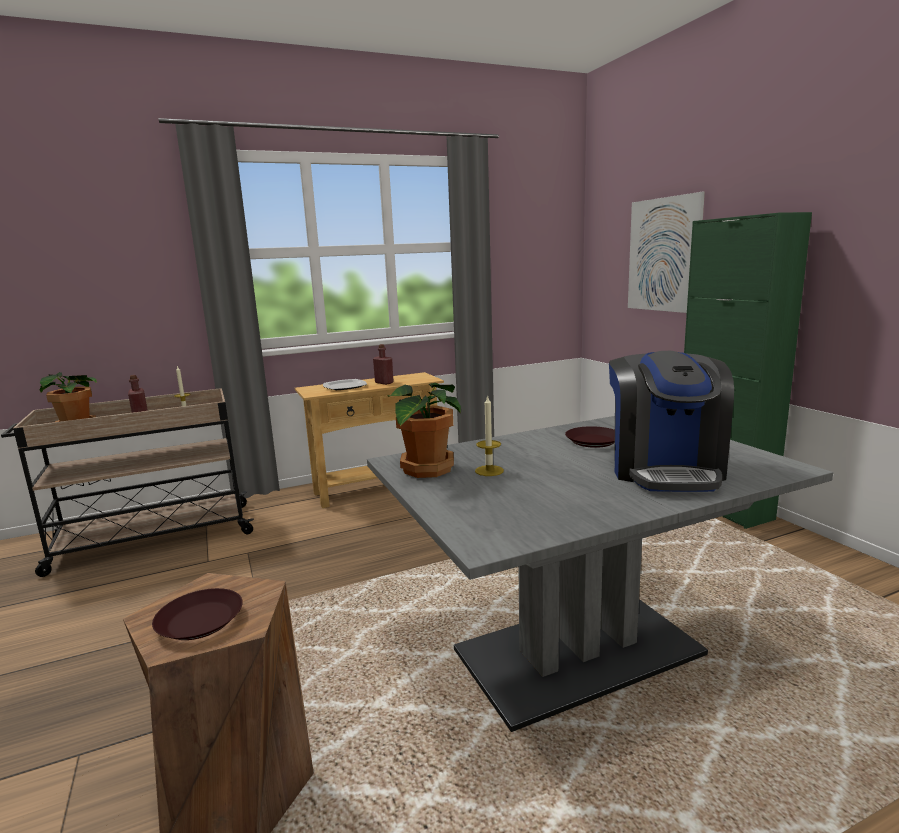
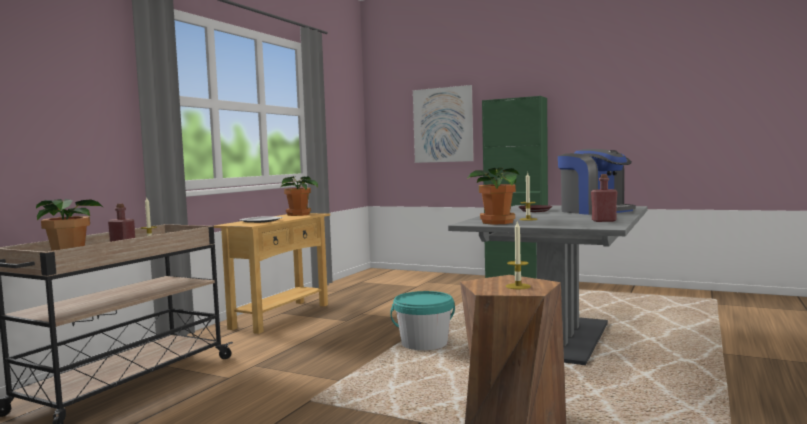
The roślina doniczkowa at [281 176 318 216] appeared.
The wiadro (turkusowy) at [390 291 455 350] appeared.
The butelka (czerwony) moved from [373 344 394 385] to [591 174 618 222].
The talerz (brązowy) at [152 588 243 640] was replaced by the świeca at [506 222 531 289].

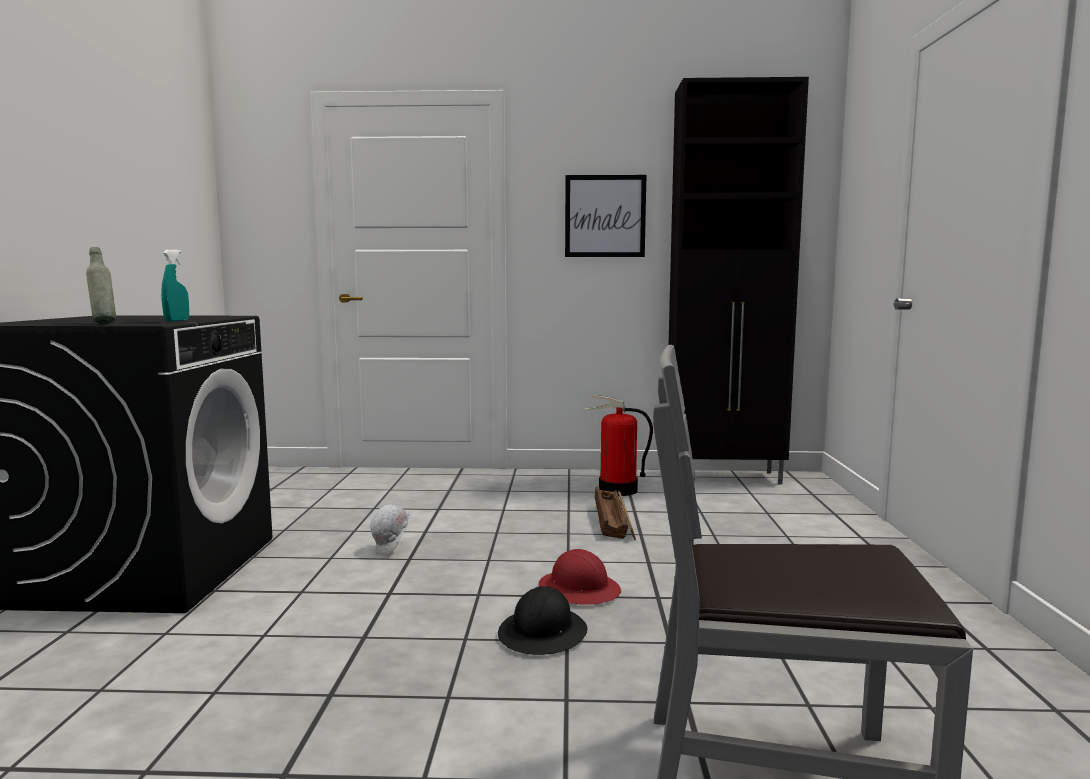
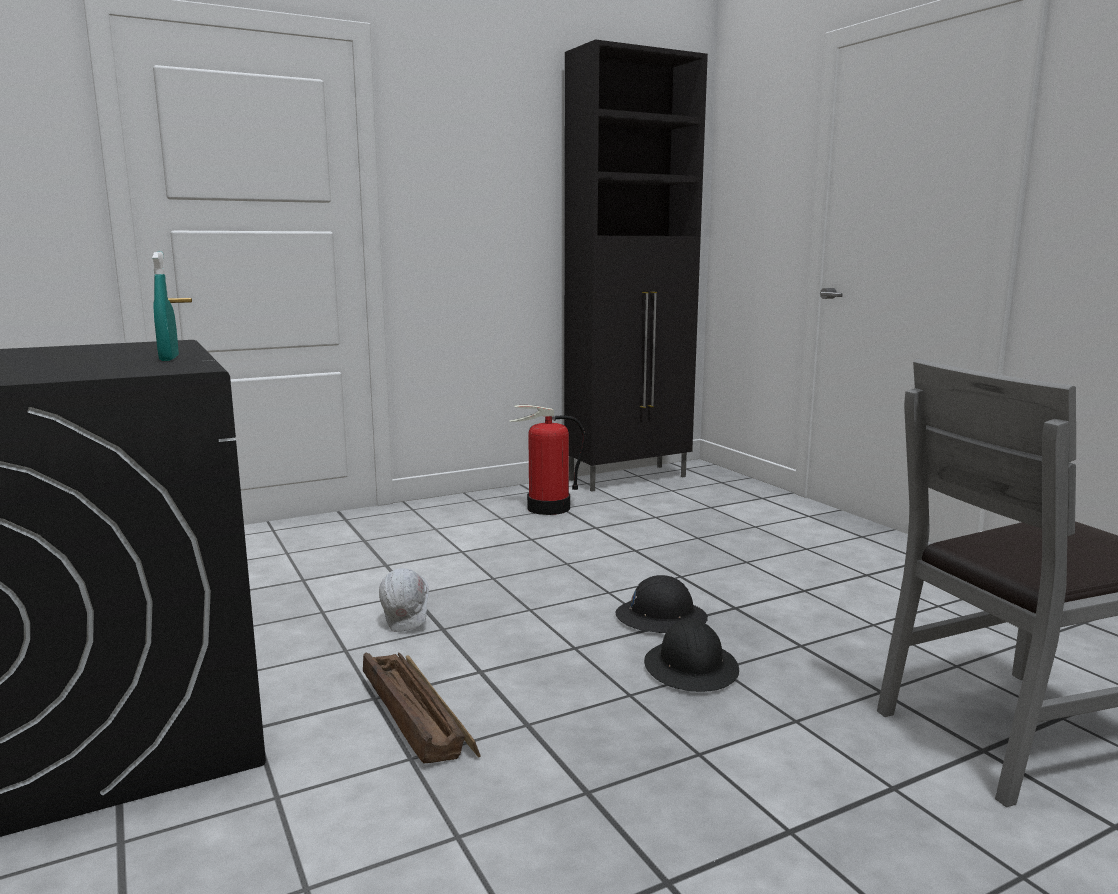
The butelka (szary) at [86 247 116 323] disappeared.
The obraz at [565 175 646 257] disappeared.
The skrzynka moved from [595 486 636 540] to [363 652 481 763].
The kask (czerwony) at [538 549 621 605] became the kask (czarny) at [615 575 708 633].

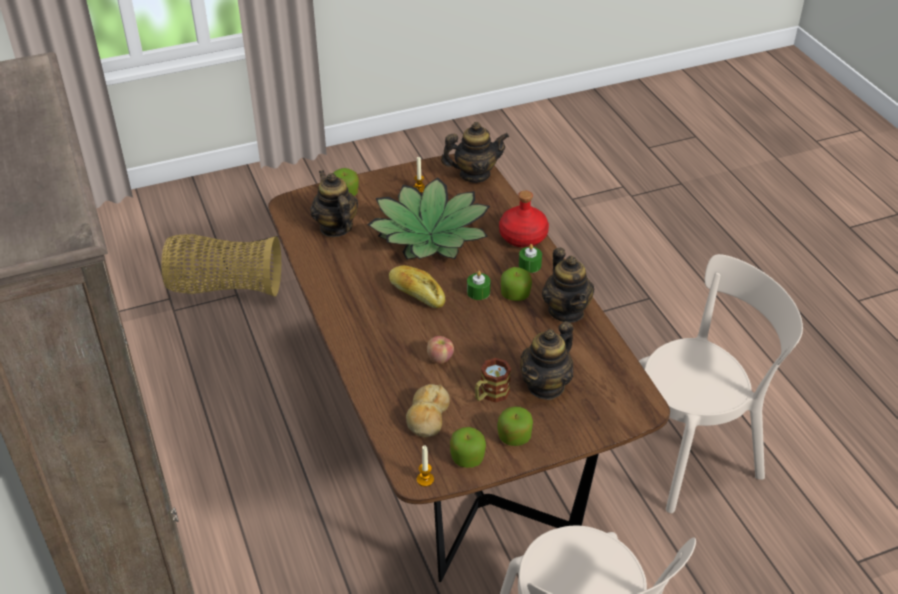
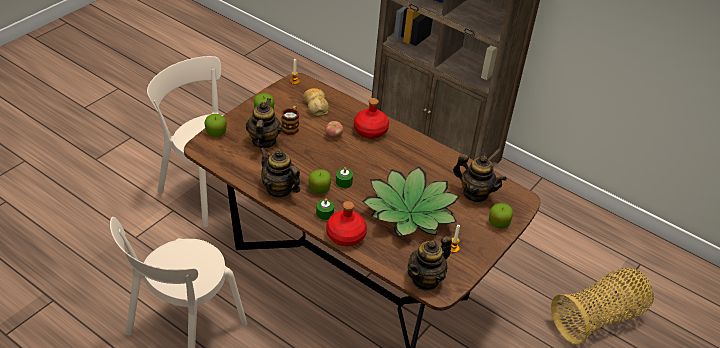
The chleb at [389 265 445 308] disappeared.
The butelka (czerwony) at [354 98 389 138] appeared.
The jabłko moved from [450 427 486 468] to [204 114 227 137].

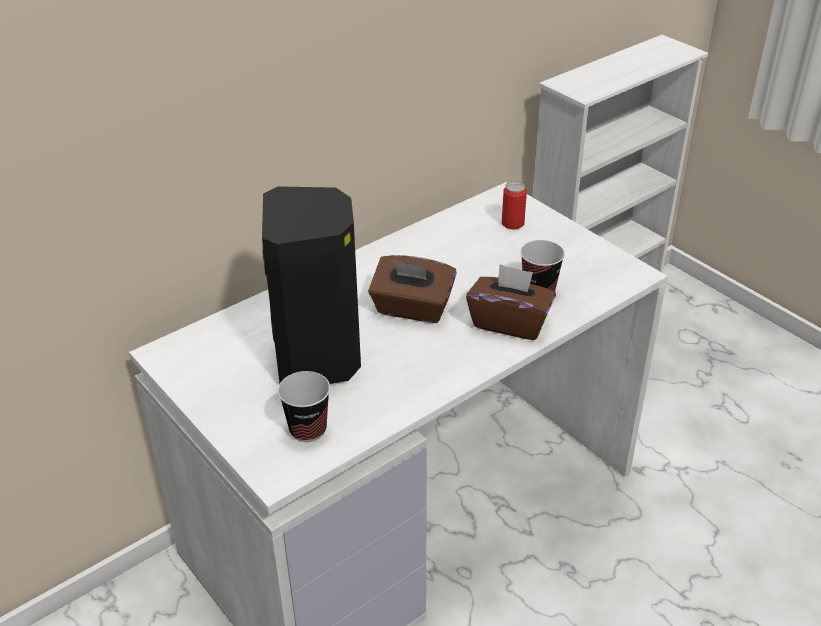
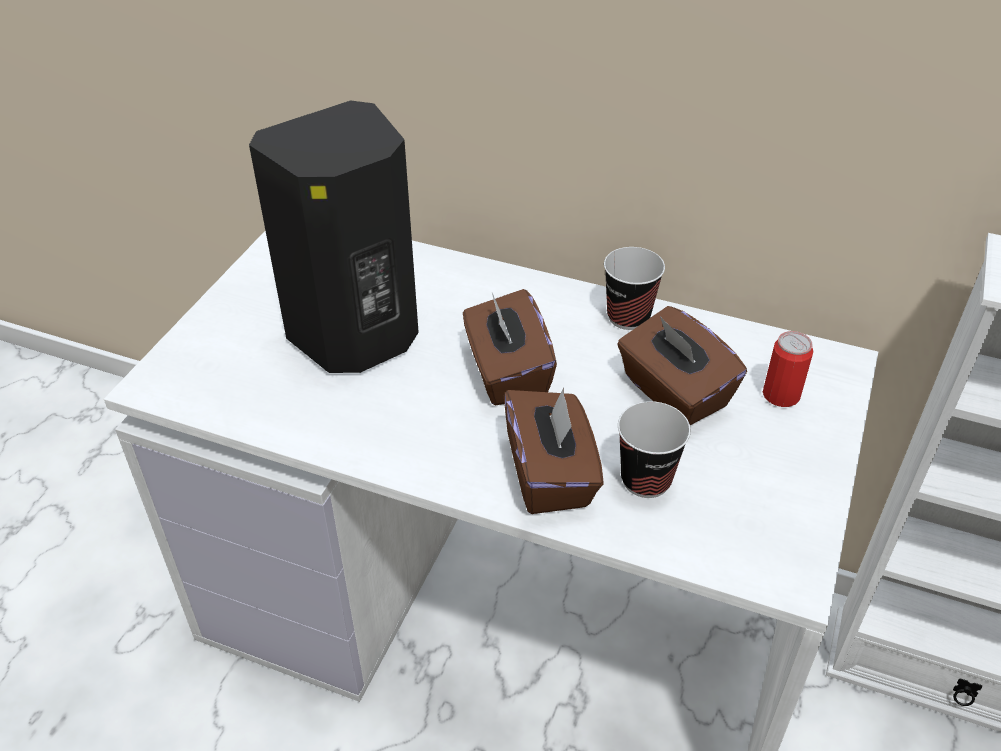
The pudełko chusteczek (brązowy) at [617 306 747 425] appeared.
The filiżanka moved from [278 371 330 442] to [604 247 665 330].

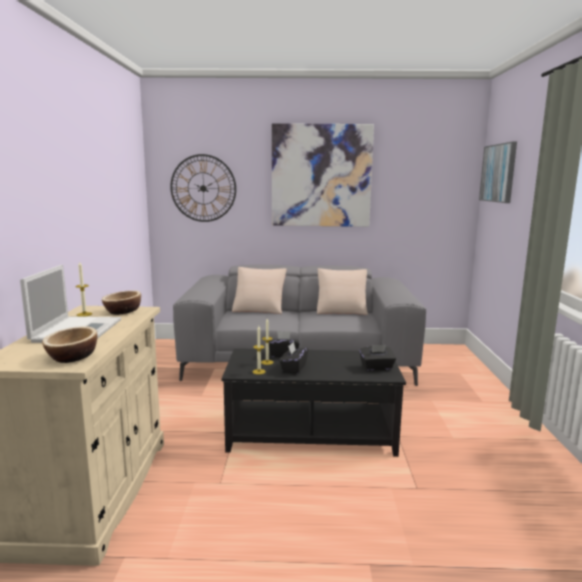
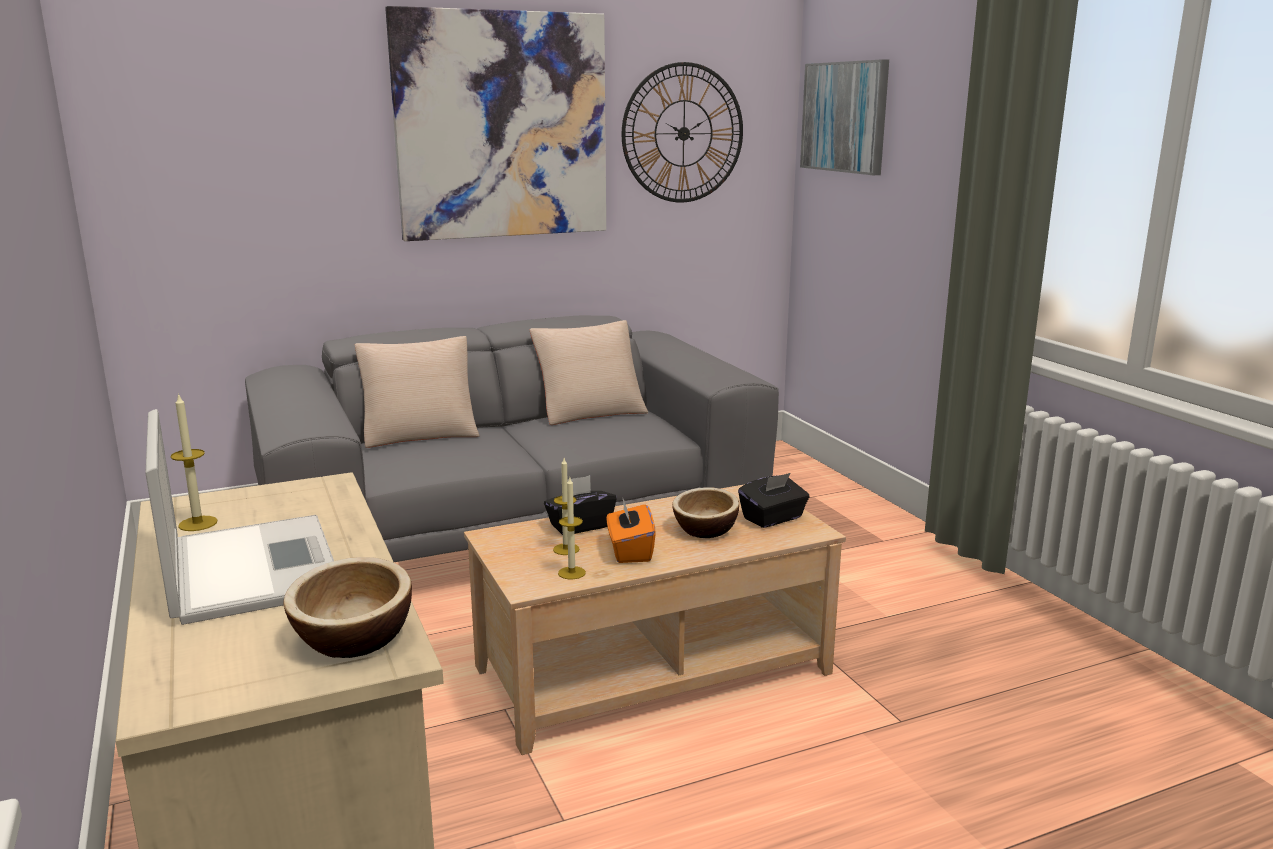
The miska moved from [102 290 141 315] to [672 487 739 538].
The zegar ścienny moved from [170 154 236 222] to [621 62 743 202].
The ława (czarny) at [222 348 406 457] became the ława (beżowy) at [464 484 846 755].
The pudełko chusteczek (czarny) at [279 342 308 374] became the pudełko chusteczek (pomarańczowy) at [607 499 656 563].

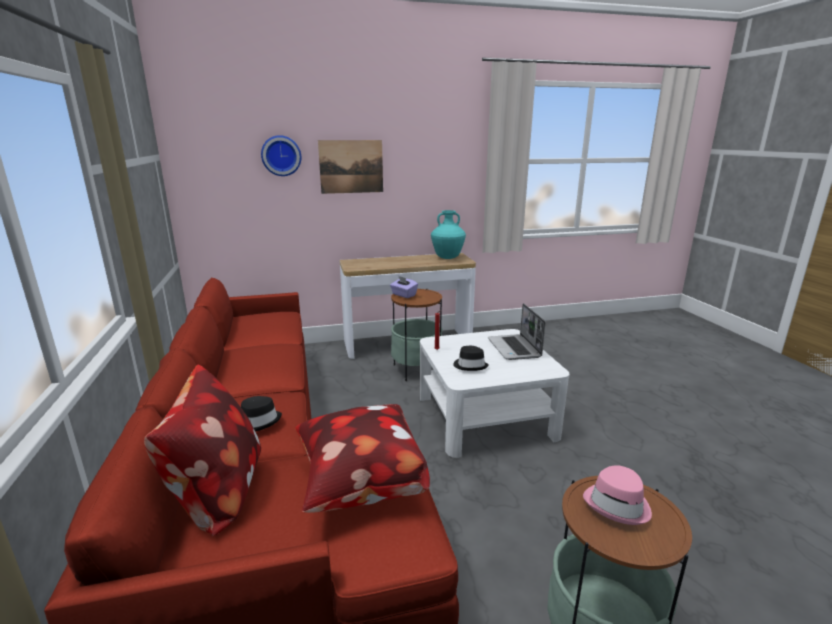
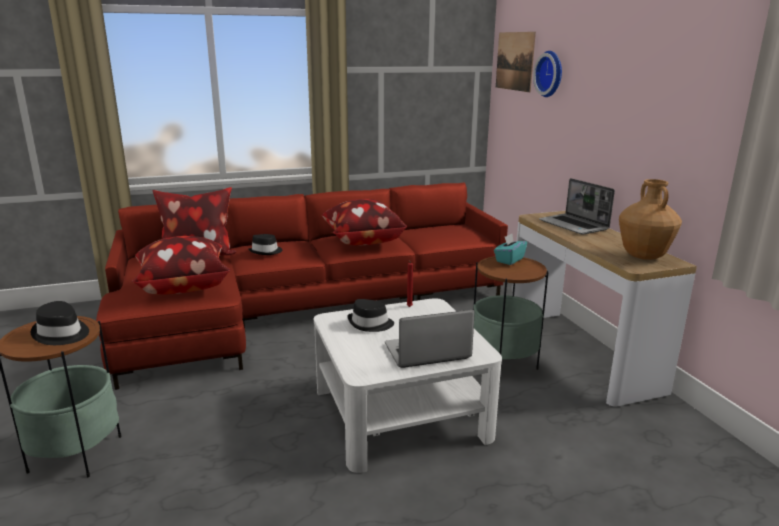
The poduszka at [322 199 407 246] appeared.
The laptop at [539 178 615 235] appeared.
The obraz moved from [318 140 383 194] to [496 32 536 92].
The pudełko chusteczek (fioletowy) at [390 276 418 298] became the pudełko chusteczek (turkusowy) at [494 234 527 265].
The wazon (turkusowy) at [431 210 466 259] became the wazon (brązowy) at [619 179 682 260].
The kapelusz (różowy) at [583 465 652 525] became the kapelusz (czarny) at [31 301 89 345].

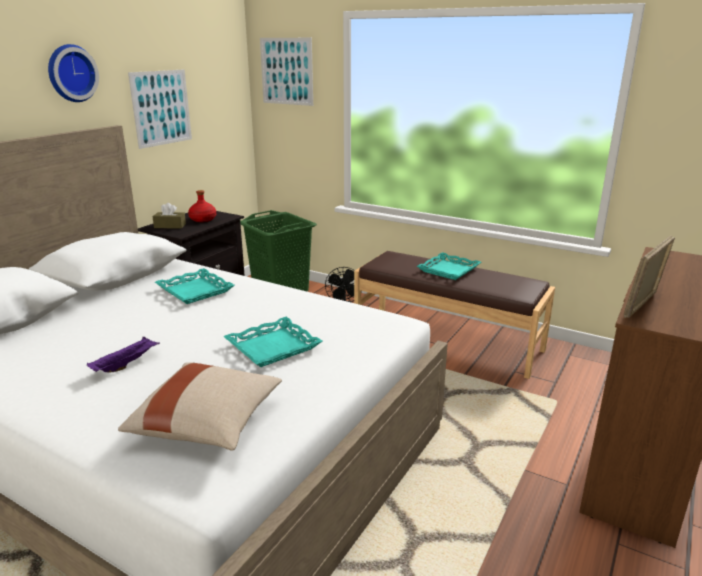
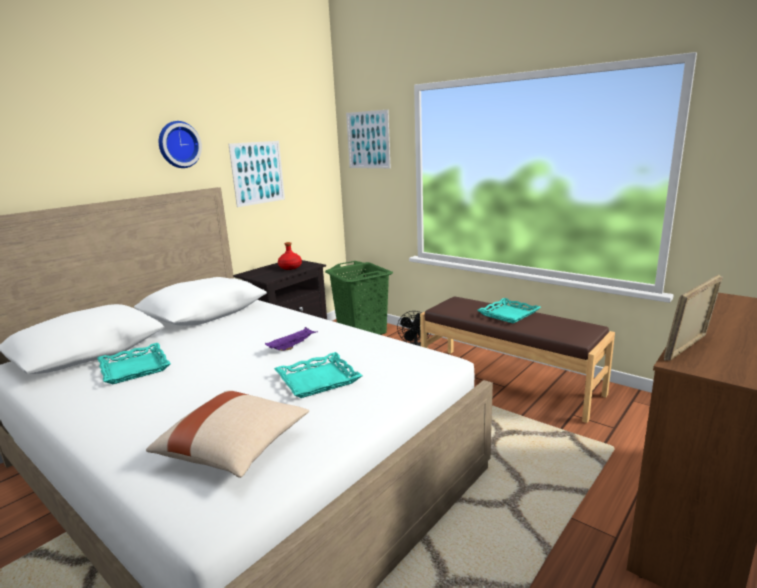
The pudełko chusteczek (brązowy) at [153 203 186 229] disappeared.
The taca (fioletowy) moved from [87 337 160 373] to [265 327 318 351].
The taca (turkusowy) moved from [155 268 235 304] to [97 343 171 384].

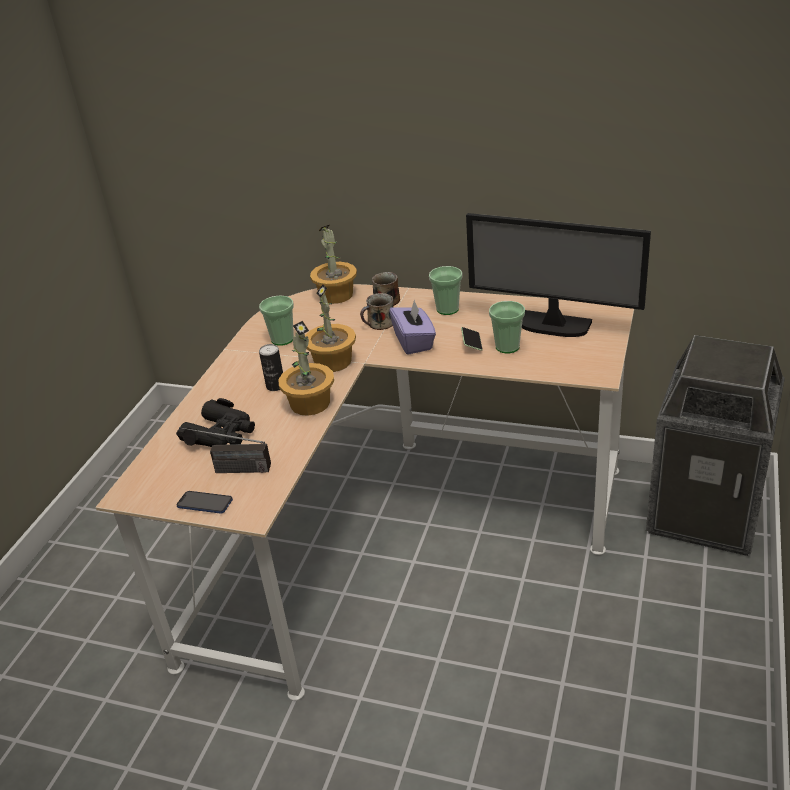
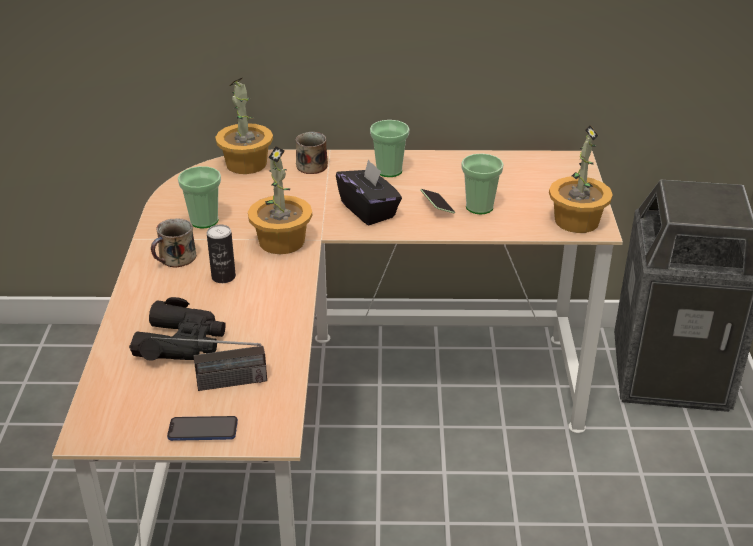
The monitor at [466 213 651 337] disappeared.
The roślina doniczkowa moved from [278 321 334 416] to [549 125 613 233].
The kubek moved from [360 293 394 330] to [151 218 197 267].
The pudełko chusteczek (fioletowy) at [389 299 436 355] became the pudełko chusteczek (czarny) at [336 159 402 225].

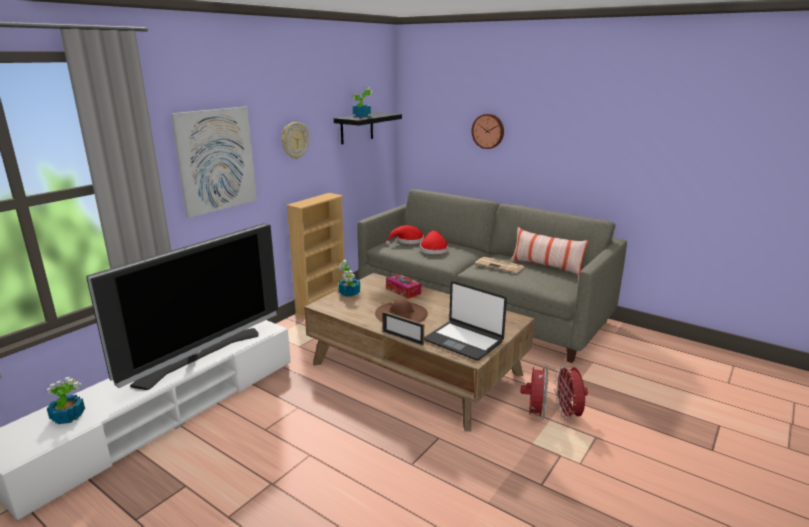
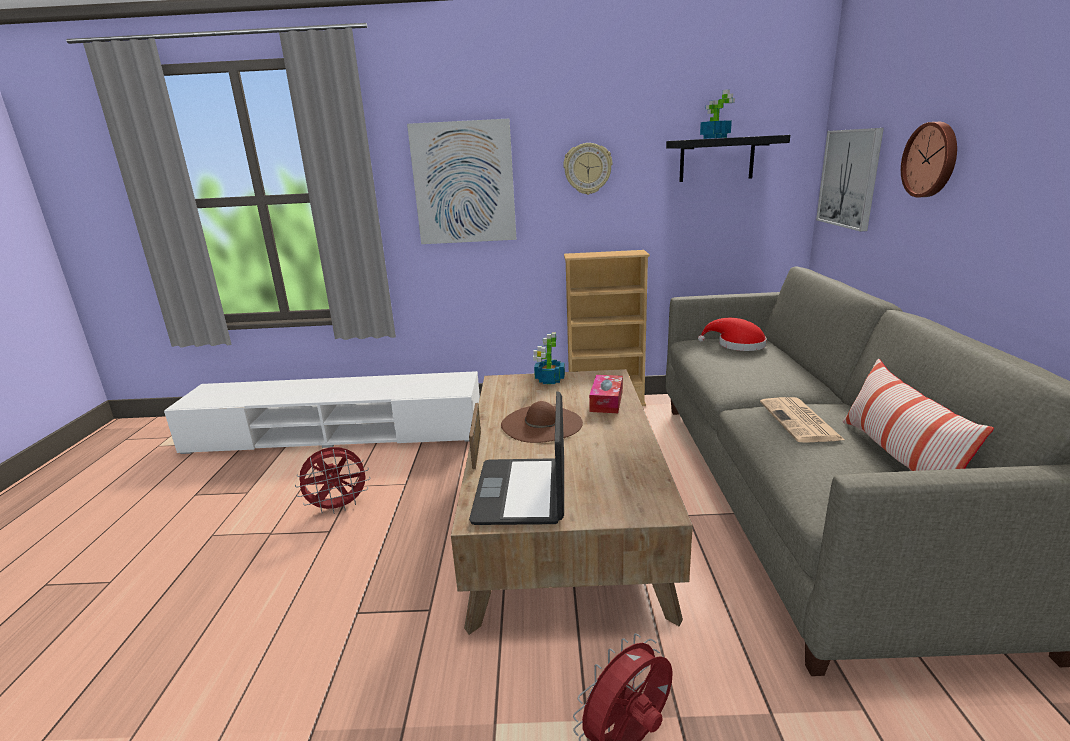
The roślina doniczkowa at [46 377 85 424] disappeared.
The telewizor at [86 223 278 390] disappeared.
The kapelusz (czerwony) at [420 230 448 254] disappeared.
The obraz at [816 128 884 231] appeared.
The wentylator (czerwony) moved from [520 364 548 420] to [295 447 370 513].

